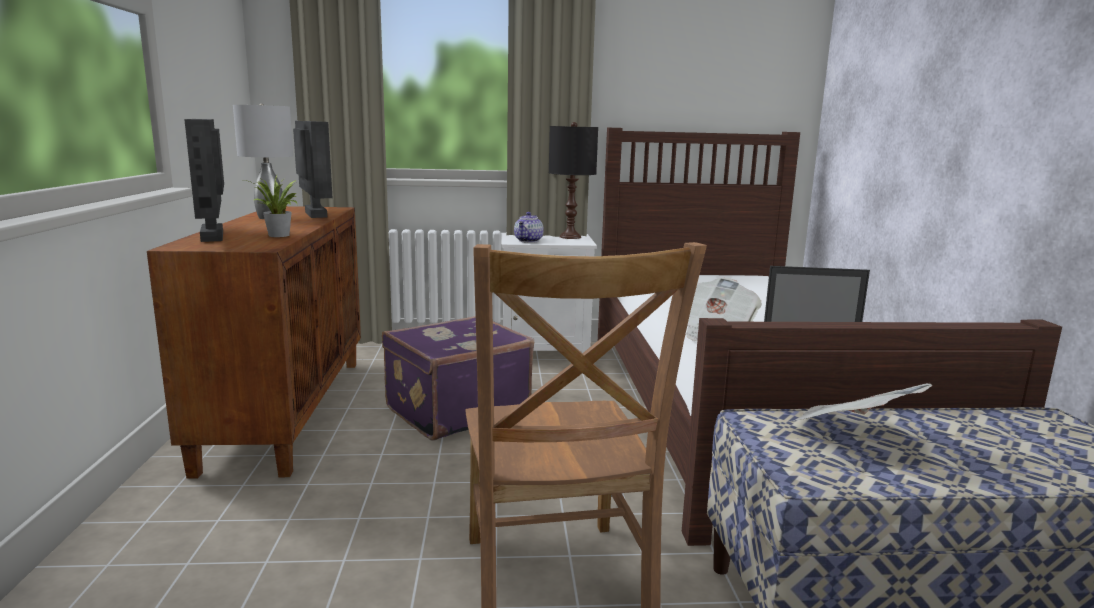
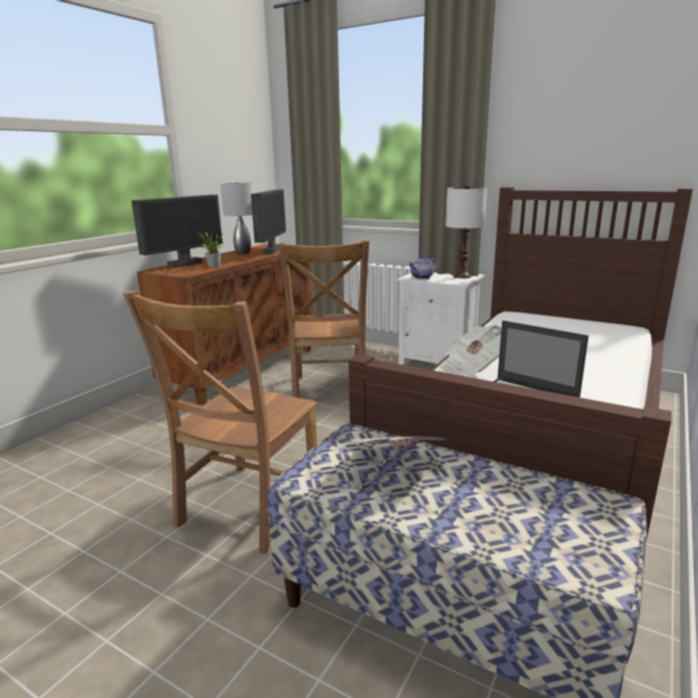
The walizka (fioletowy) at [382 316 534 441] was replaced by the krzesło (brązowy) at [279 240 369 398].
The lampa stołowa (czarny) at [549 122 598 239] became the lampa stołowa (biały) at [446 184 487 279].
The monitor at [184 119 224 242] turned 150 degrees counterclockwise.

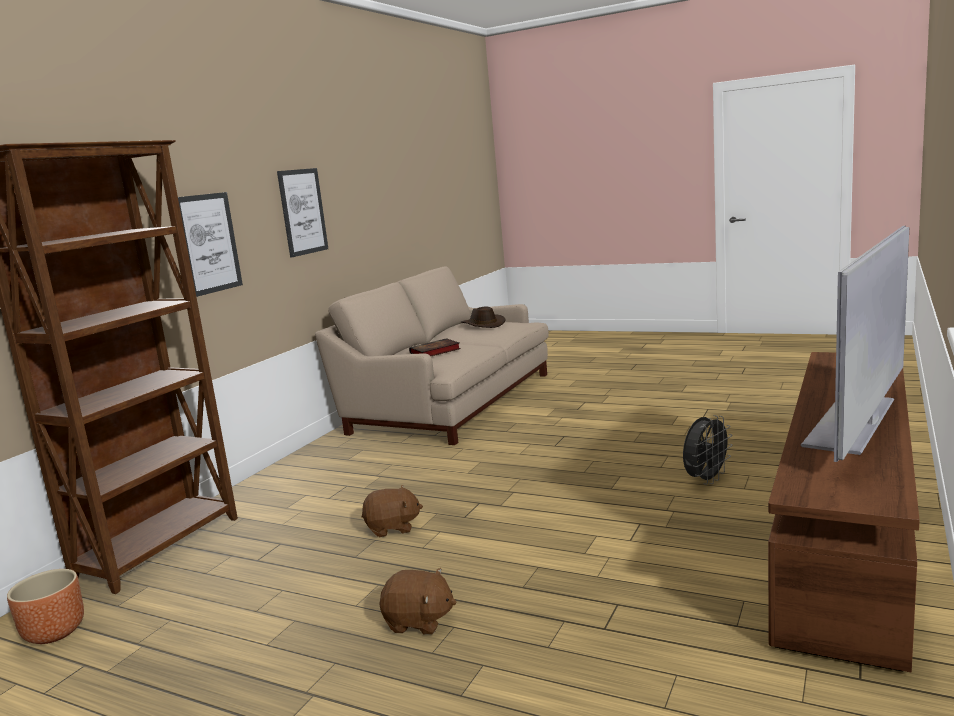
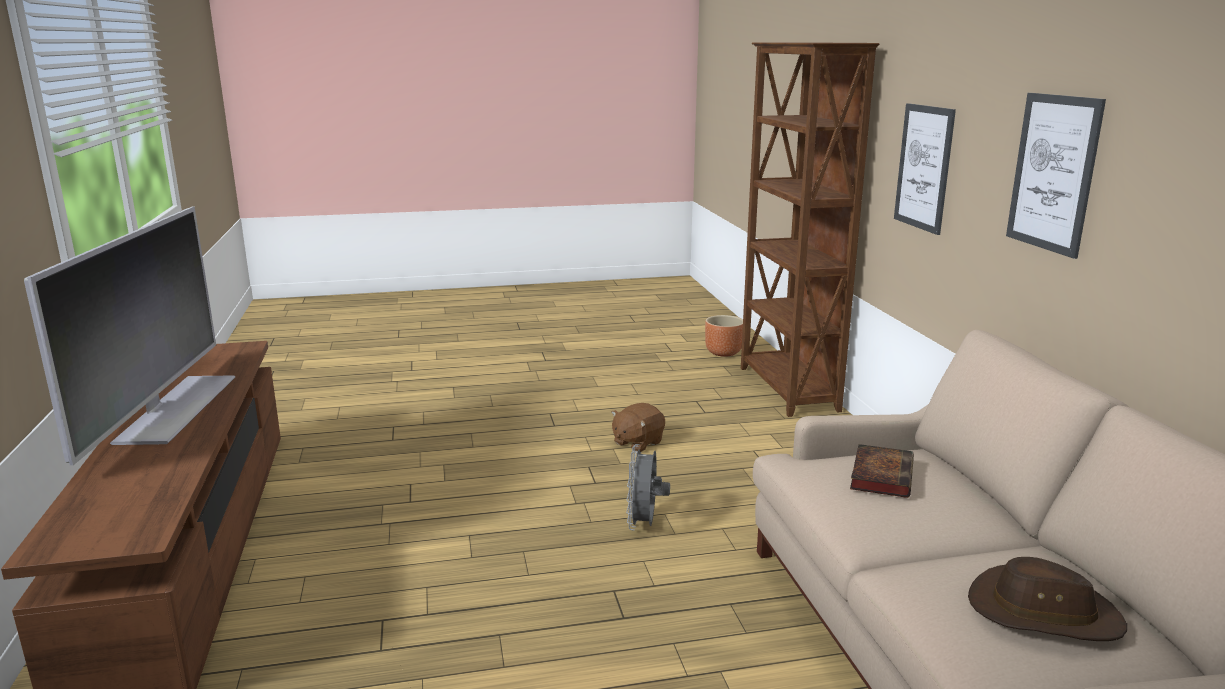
The pluszak (brązowy) at [379 568 456 634] disappeared.
The wentylator (szary) moved from [683 415 733 485] to [626 444 670 531].

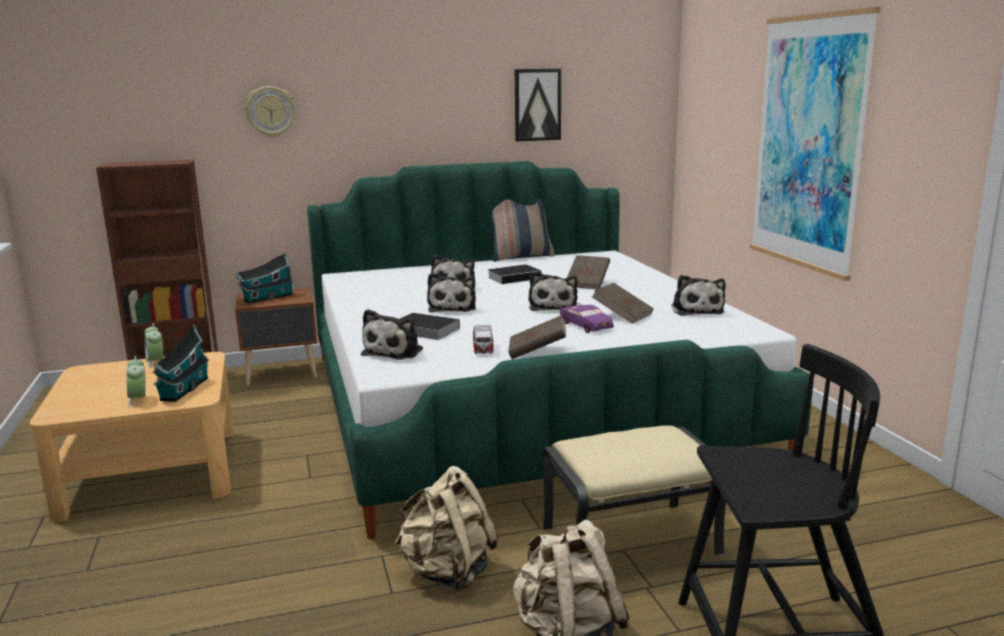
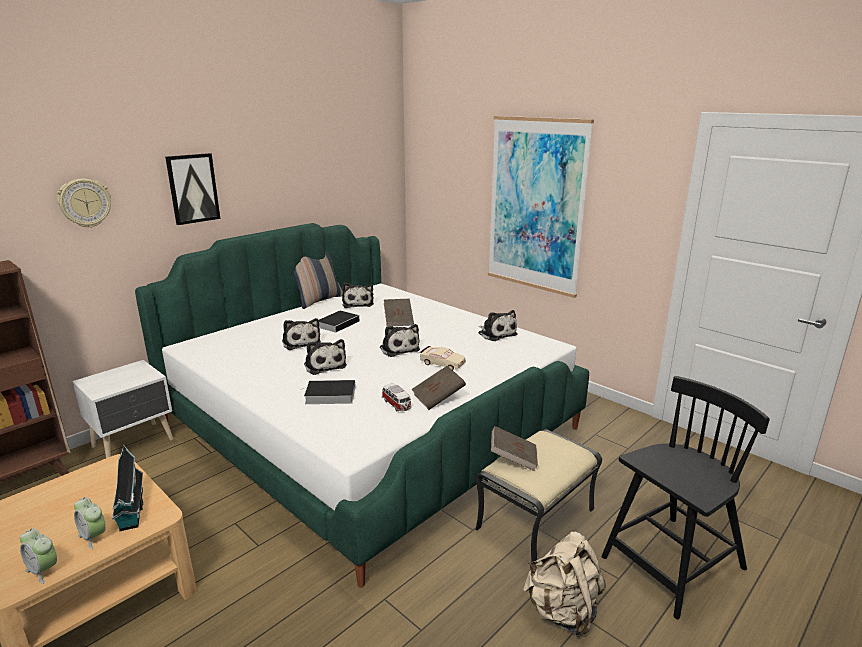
The domek at [236 252 294 304] disappeared.
The plecak (beżowy) at [394 466 499 592] disappeared.
The budzik moved from [144 324 163 368] to [20 528 57 584].
The pluszak moved from [361 309 423 360] to [342 283 374 308].
The obraz moved from [515 69 561 141] to [165 153 220 225].
The książka (brązowy) moved from [592 283 654 324] to [491 426 538 471].
The szafka nocna (brązowy) at [235 288 317 386] became the szafka nocna (biały) at [72 360 173 458].
The samochodzik (fioletowy) at [560 303 614 333] became the samochodzik (beżowy) at [420 346 466 370].

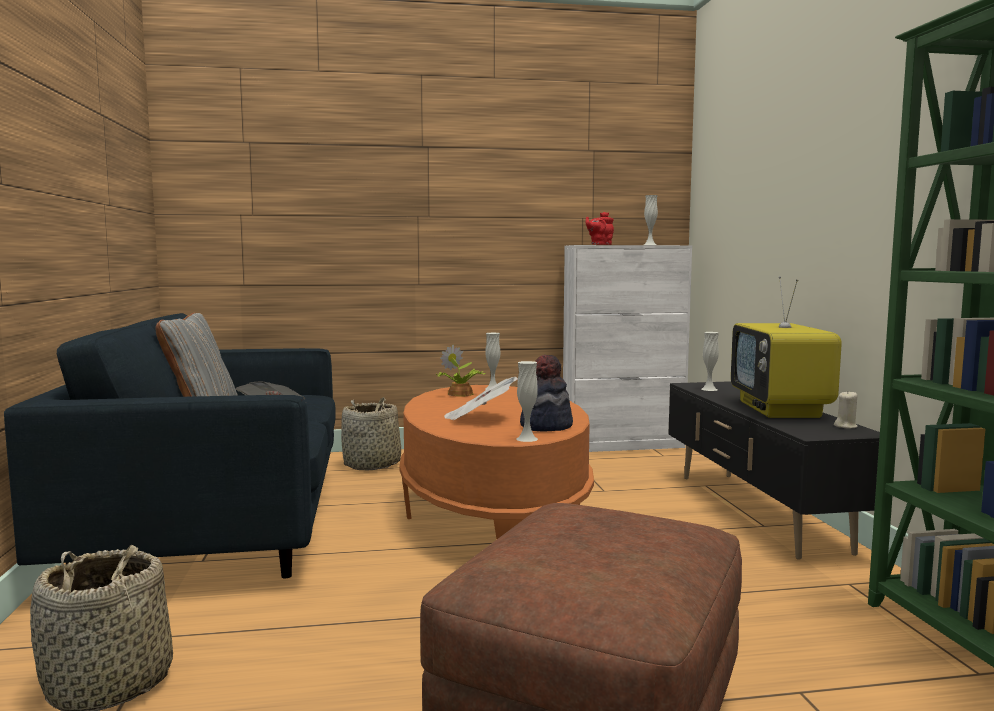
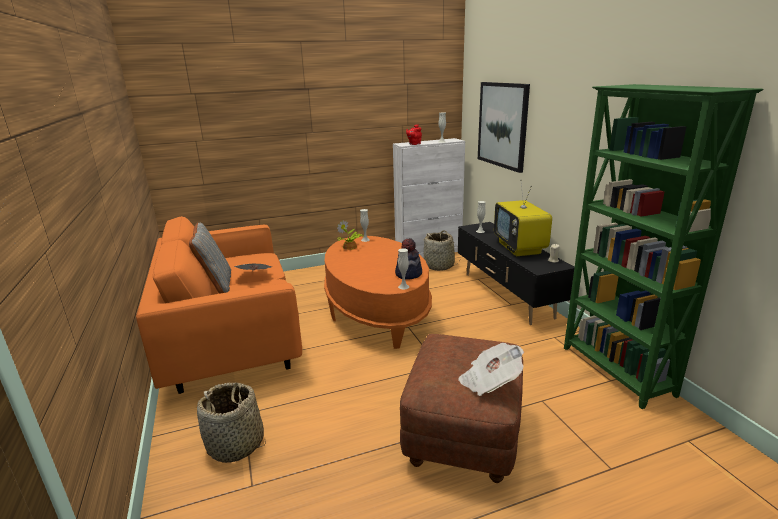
The obraz at [478 82 530 173] appeared.
The koszyk moved from [341 397 401 470] to [424 230 460 271].
The gazeta moved from [444 377 518 420] to [459 343 524 396].
The kanapa (niebieski) at [4 313 336 578] became the kanapa (pomarańczowy) at [136 216 302 394].

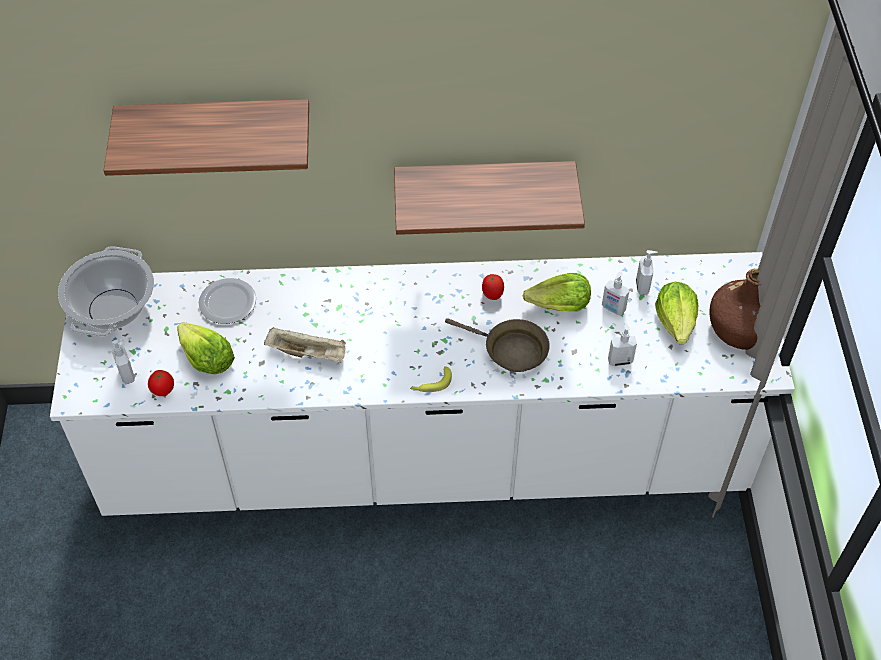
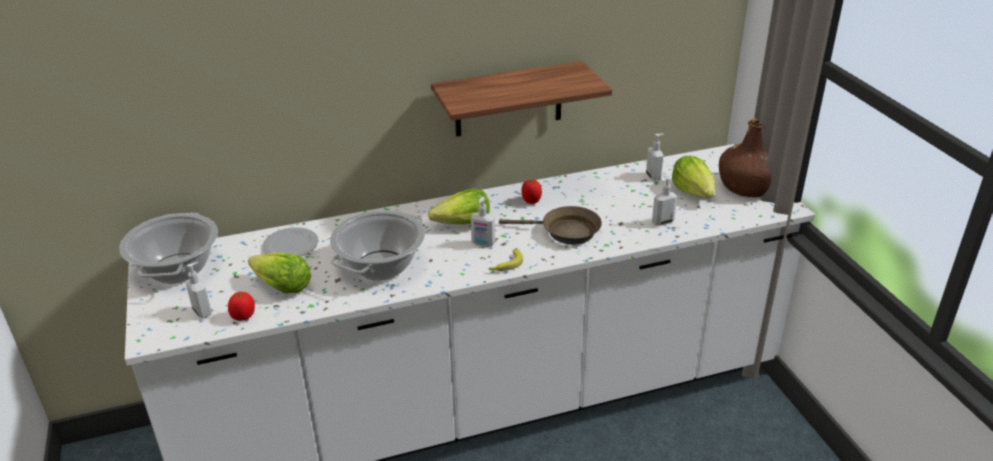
The półka at [103 99 309 176] disappeared.
The sałata moved from [523 273 591 312] to [428 188 490 224].
The dozownik mydła moved from [602 272 629 315] to [471 197 495 247].
The taca (beżowy) at [264 327 346 363] was replaced by the garnek at [330 210 425 280].

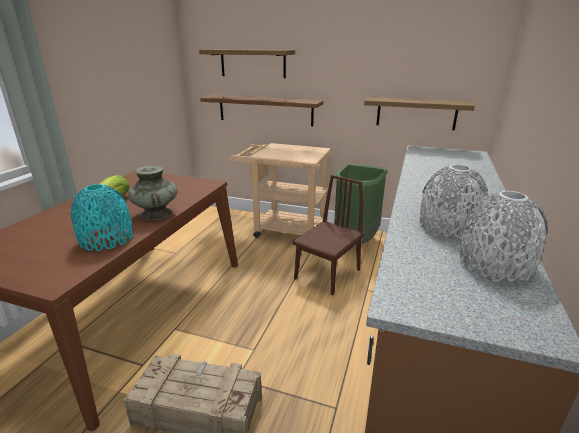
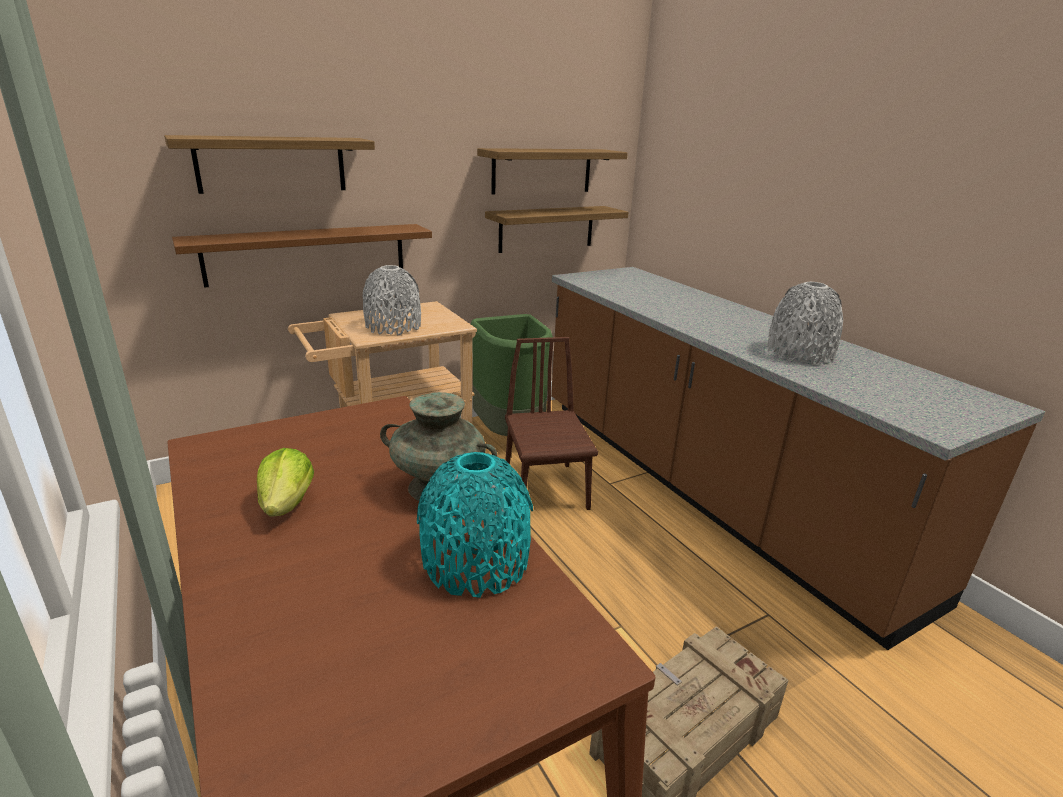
The półka at [477 148 628 195] appeared.
The wazon (szary) moved from [459 191 548 282] to [363 265 421 336].

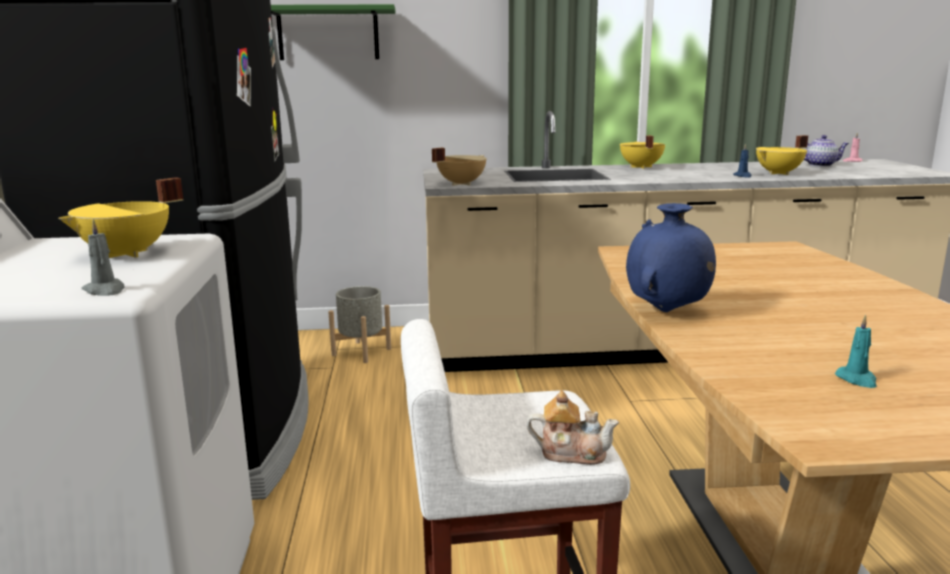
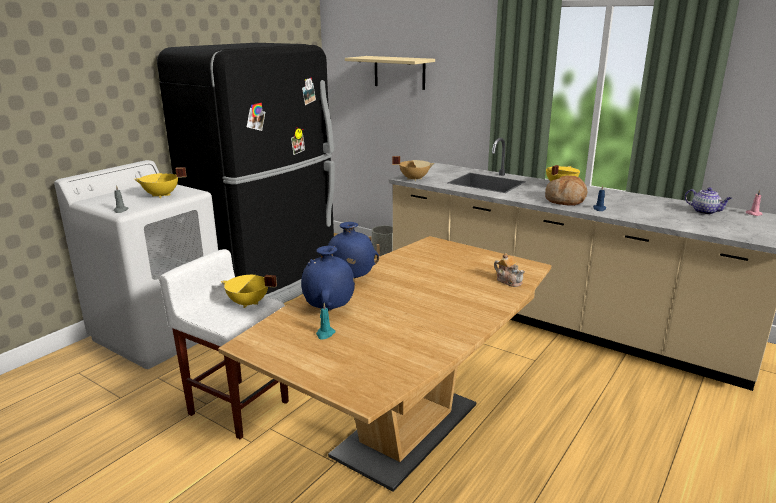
The wazon (niebieski) at [301 246 355 311] appeared.
The chleb at [545 176 587 206] appeared.
The imbryk moved from [526 391 619 465] to [494 253 525 287].
The garnek (żółty) moved from [756 135 808 175] to [221 275 277 308].
The półka (zielony) at [271 4 395 60] became the półka (beżowy) at [345 56 435 90].

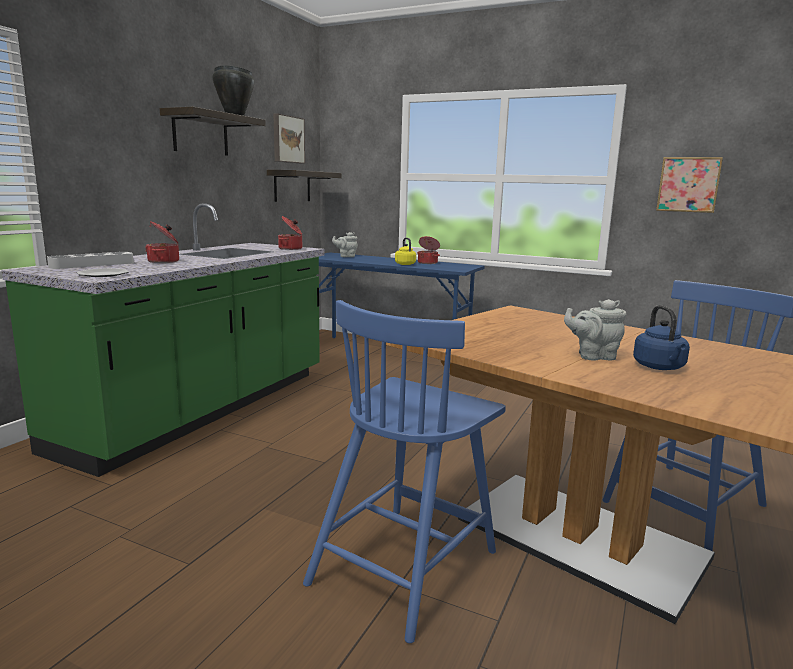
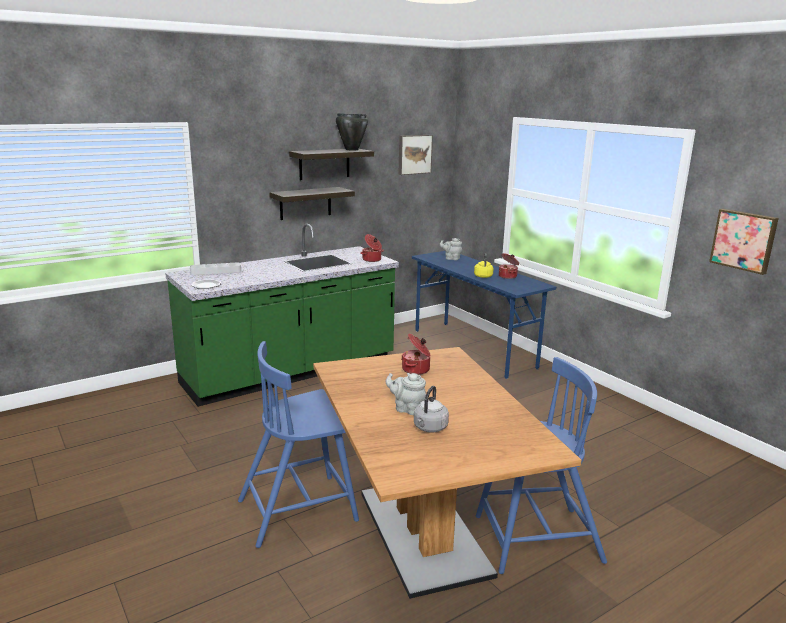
The garnek moved from [145 221 179 263] to [402 334 430 375].
The półka moved from [267 170 342 202] to [269 187 355 220].
The czajnik (niebieski) at [633 305 690 370] became the czajnik (szary) at [414 386 449 432].

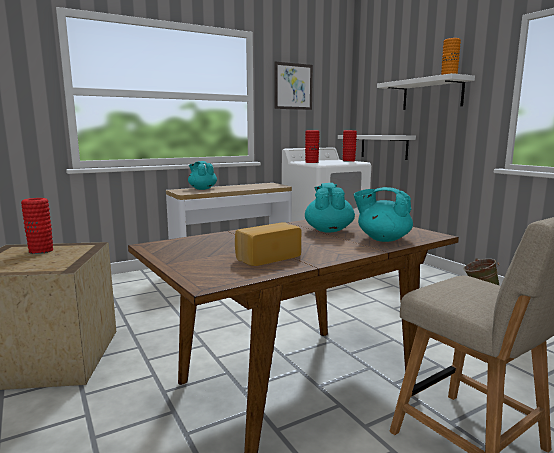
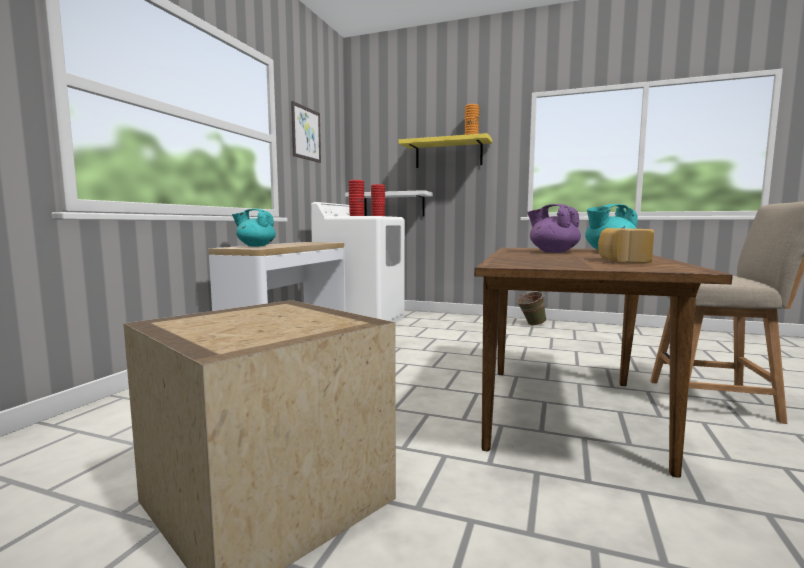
The wazon (czerwony) at [21 198 53 254] disappeared.
The imbryk (turkusowy) at [305 183 355 233] became the imbryk (fioletowy) at [527 204 581 253].
The półka (biały) at [377 73 475 110] became the półka (żółty) at [399 133 492 168].

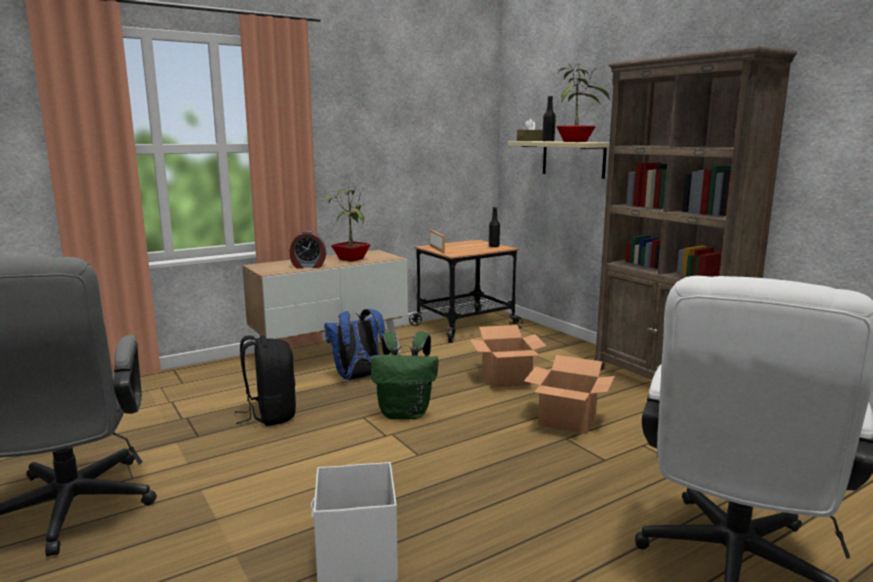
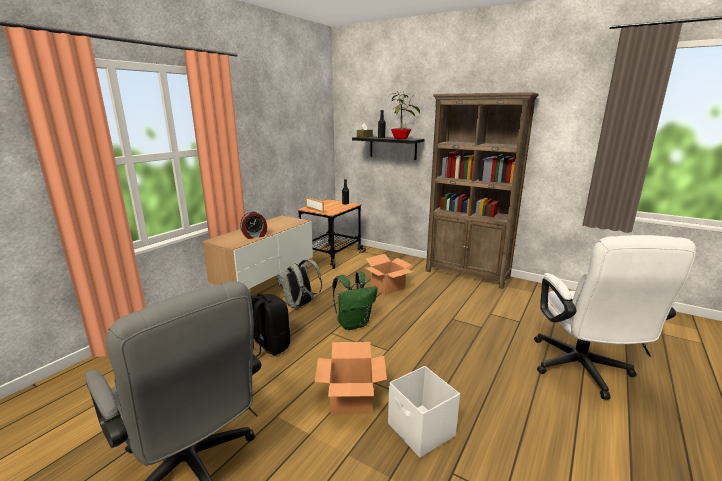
The roślina doniczkowa at [322 184 370 262] disappeared.
The karton moved from [524 355 615 434] to [315 342 387 414].
The plecak (niebieski) at [324 309 385 380] became the plecak (szary) at [277 260 322 309].
The półka (beżowy) at [508 141 610 179] became the półka (czarny) at [352 136 425 160].

